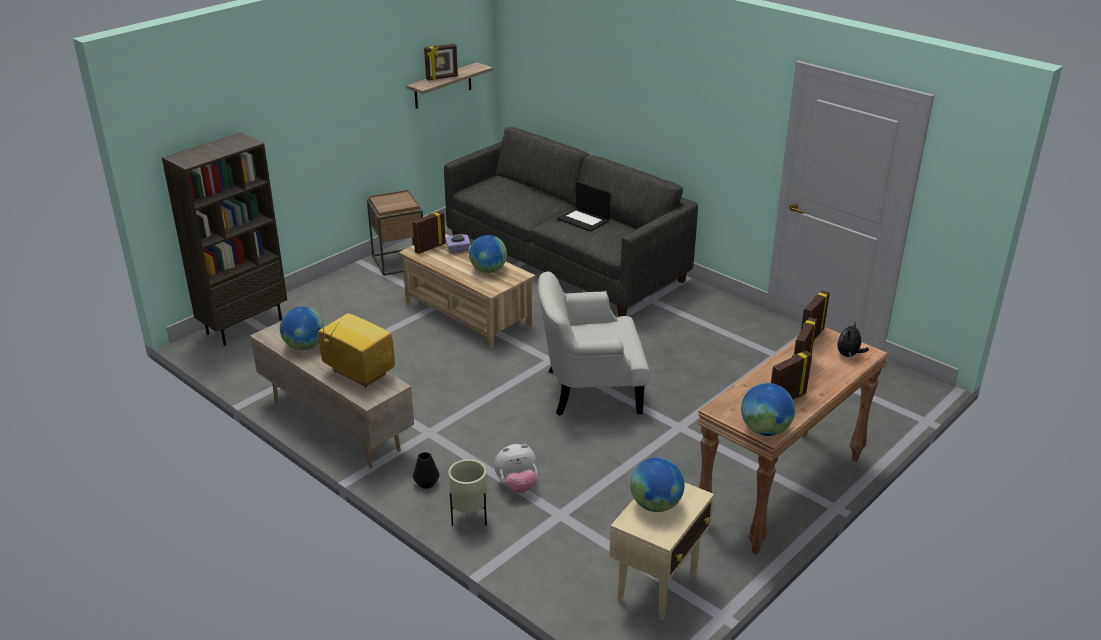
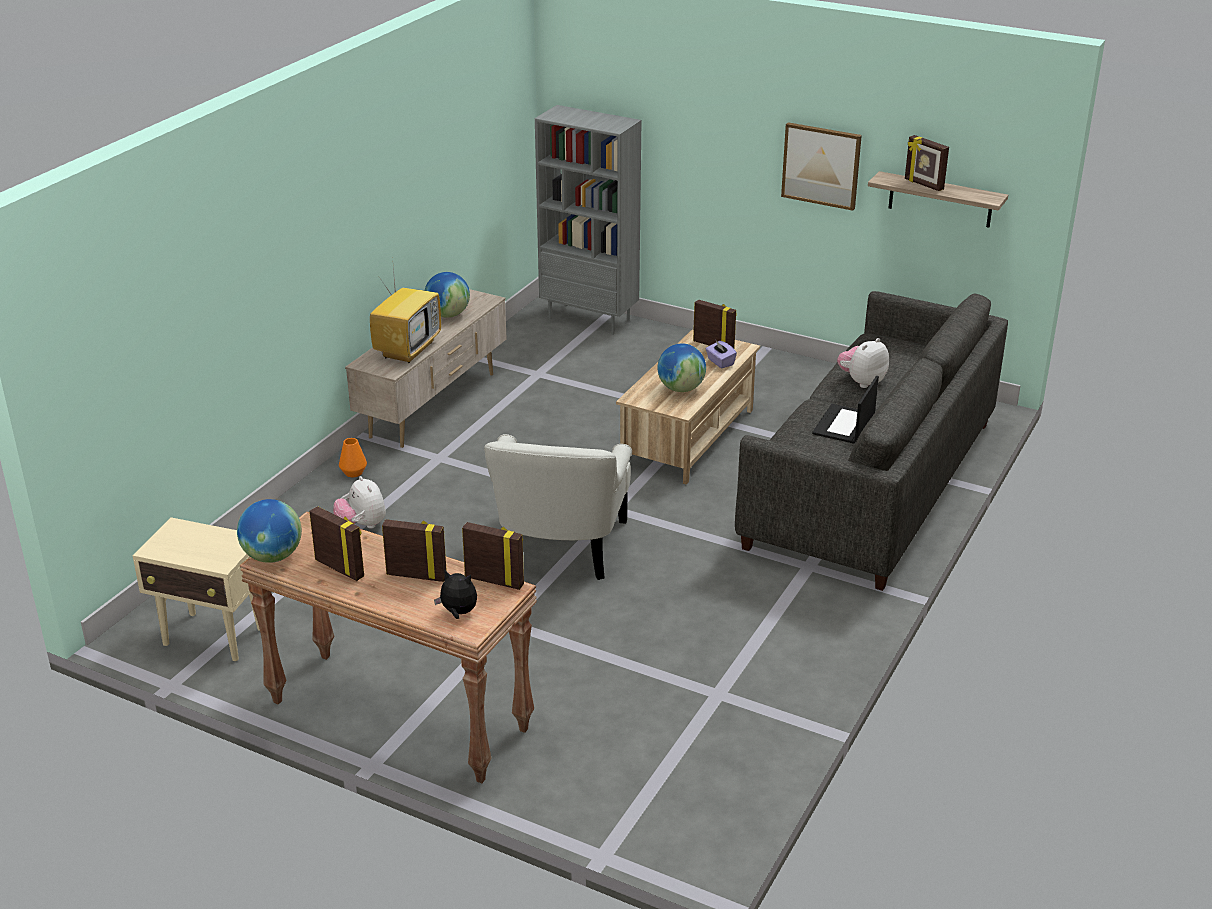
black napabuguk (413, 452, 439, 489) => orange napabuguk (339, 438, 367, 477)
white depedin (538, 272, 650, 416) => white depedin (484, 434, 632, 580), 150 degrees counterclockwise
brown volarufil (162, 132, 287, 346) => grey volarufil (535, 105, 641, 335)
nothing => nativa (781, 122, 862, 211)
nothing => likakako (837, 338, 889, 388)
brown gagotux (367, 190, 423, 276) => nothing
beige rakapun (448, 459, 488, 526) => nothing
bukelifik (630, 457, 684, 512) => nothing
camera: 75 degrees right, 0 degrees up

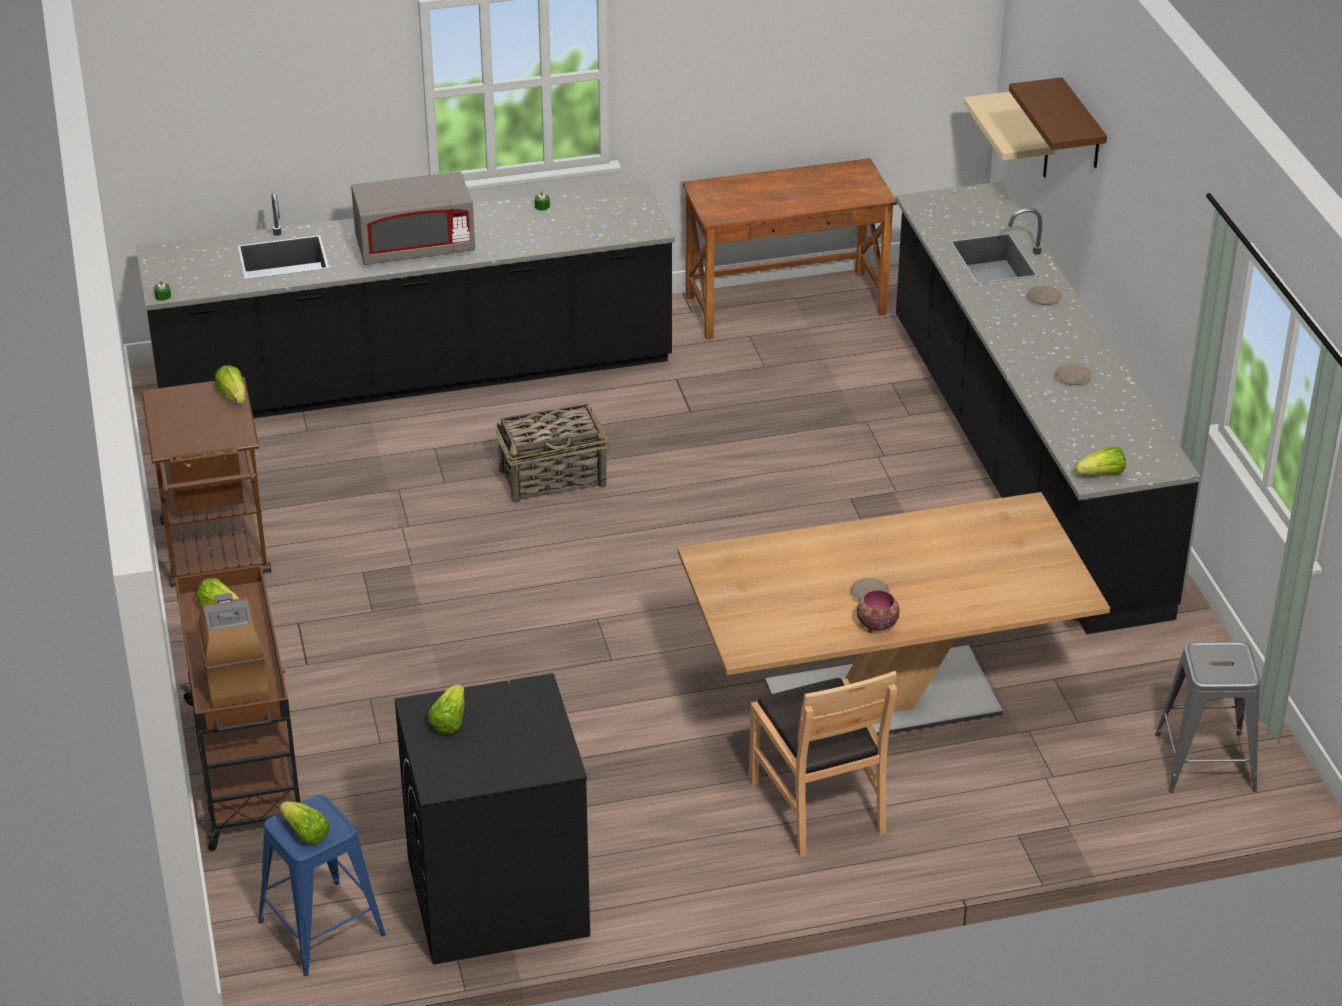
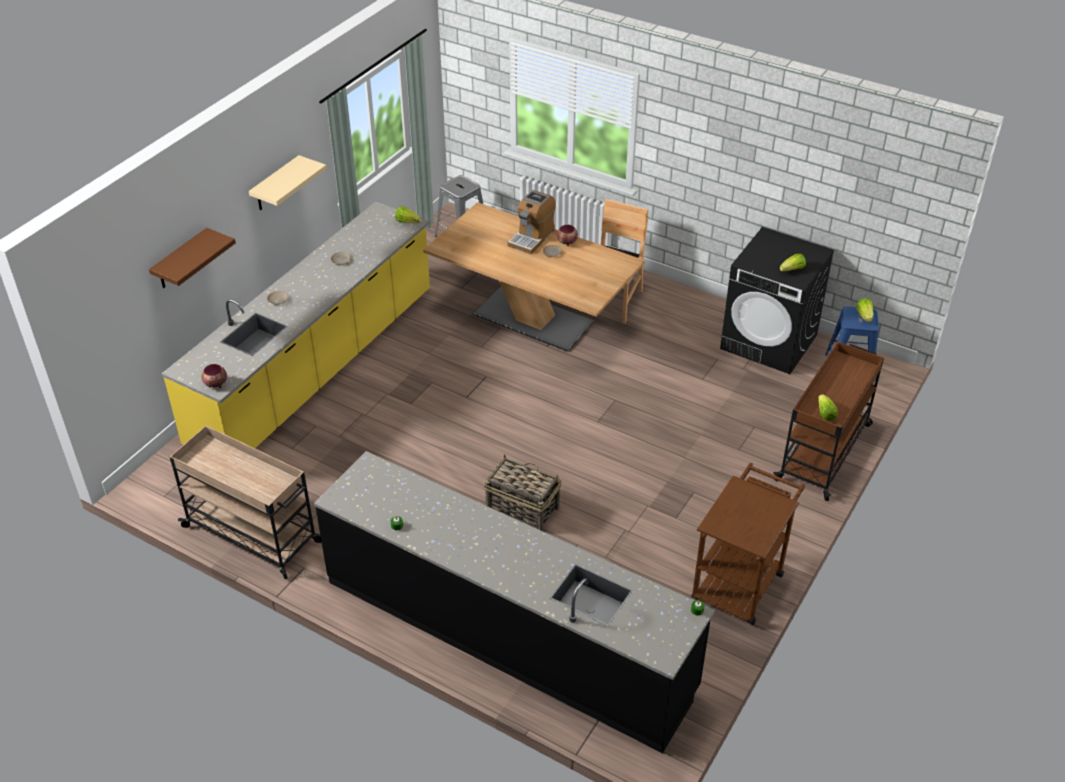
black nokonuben (895, 182, 1201, 634) => yellow nokonuben (161, 202, 430, 448)
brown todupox (682, 158, 897, 340) => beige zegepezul (170, 425, 321, 579)
nothing => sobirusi (202, 364, 227, 388)
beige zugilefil (963, 92, 1055, 178) => beige zugilefil (249, 155, 327, 210), shifted
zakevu (199, 593, 270, 708) => zakevu (508, 190, 556, 254), shifted
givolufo (215, 365, 245, 404) => nothing
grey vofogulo (351, 172, 475, 265) => nothing
camera: 135 degrees left, 5 degrees up

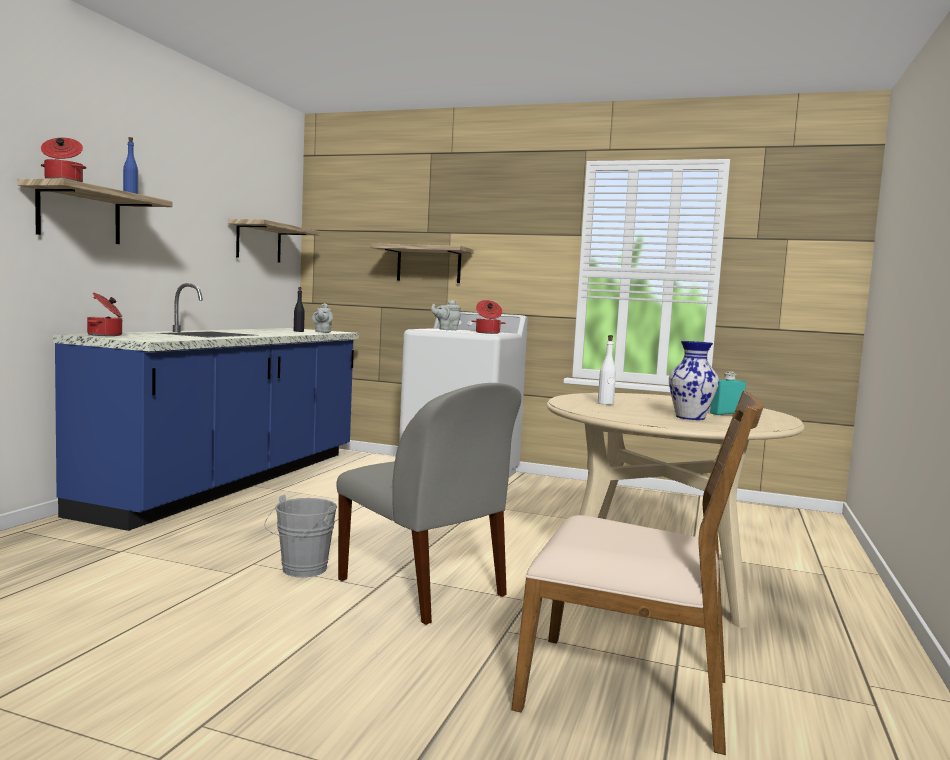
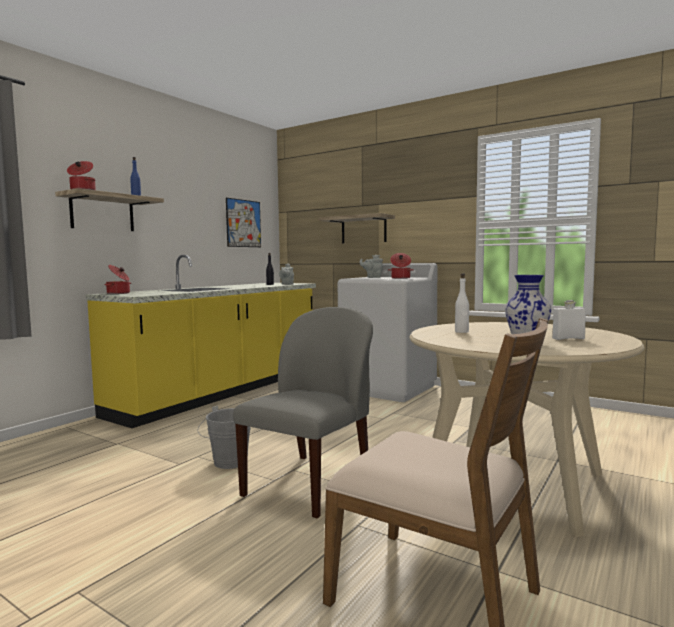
blue nokonuben (53, 283, 359, 531) => yellow nokonuben (86, 255, 316, 428)
zugilefil (228, 219, 320, 263) => nativa (226, 198, 261, 247)
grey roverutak (336, 383, 521, 625) => grey roverutak (233, 307, 373, 519), 120 degrees counterclockwise
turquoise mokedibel (710, 371, 746, 415) => white mokedibel (552, 300, 586, 340)
camera: 15 degrees right, 0 degrees up

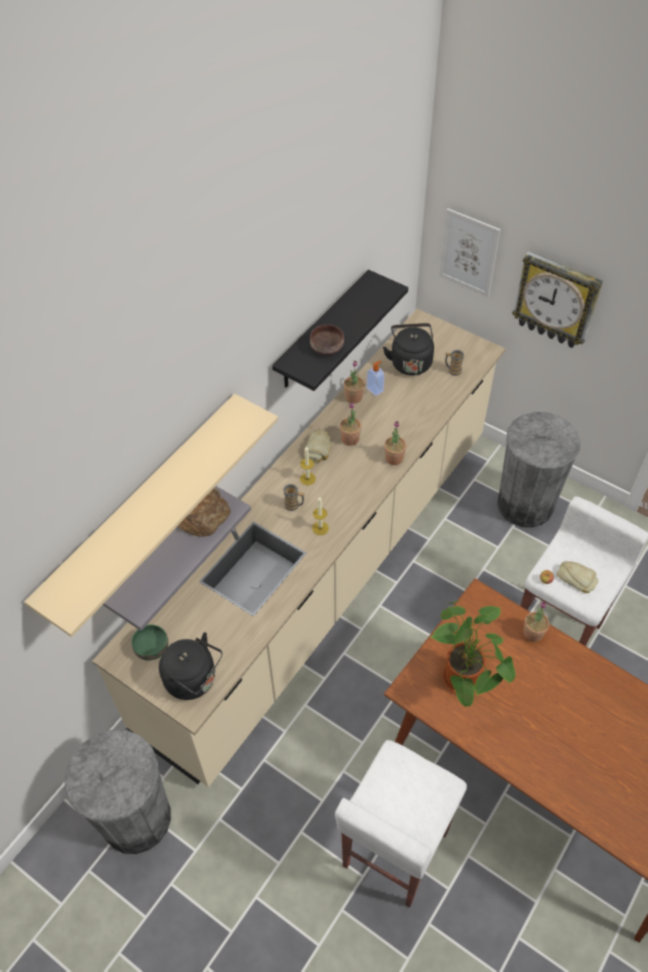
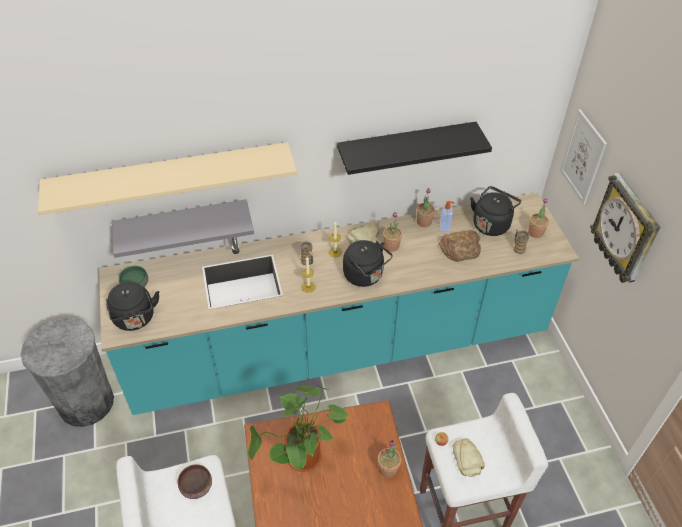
beige nokonuben (92, 309, 506, 787) => turquoise nokonuben (99, 193, 579, 415)
brown sobirusi (310, 325, 344, 355) => brown sobirusi (178, 464, 212, 499), shifted
nothing => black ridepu (343, 240, 393, 287)
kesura (177, 488, 231, 537) => kesura (439, 230, 481, 262), shifted
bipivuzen (384, 421, 406, 465) => bipivuzen (528, 198, 549, 238), shifted
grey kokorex (497, 412, 581, 528) => nothing
camera: 40 degrees right, 5 degrees down

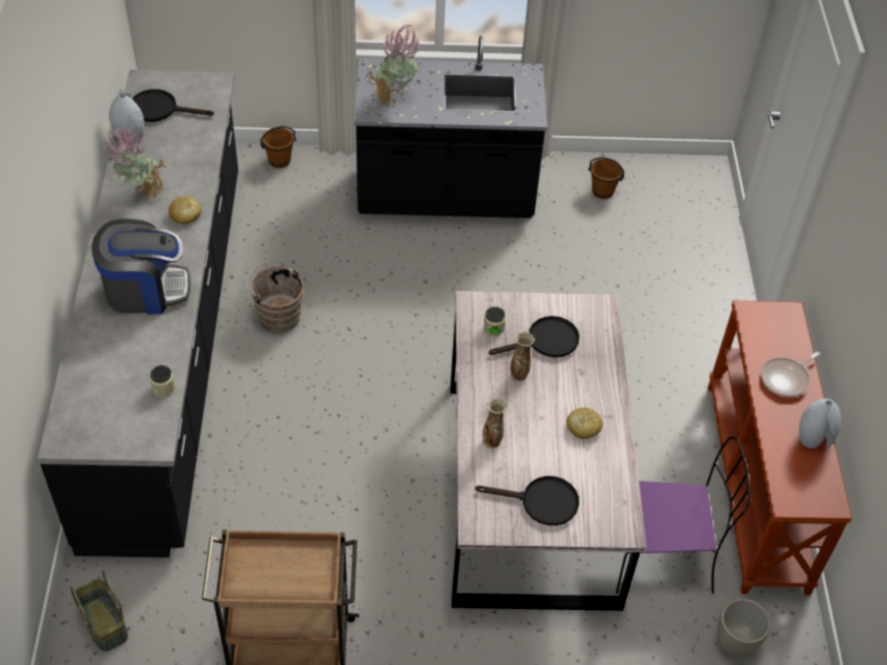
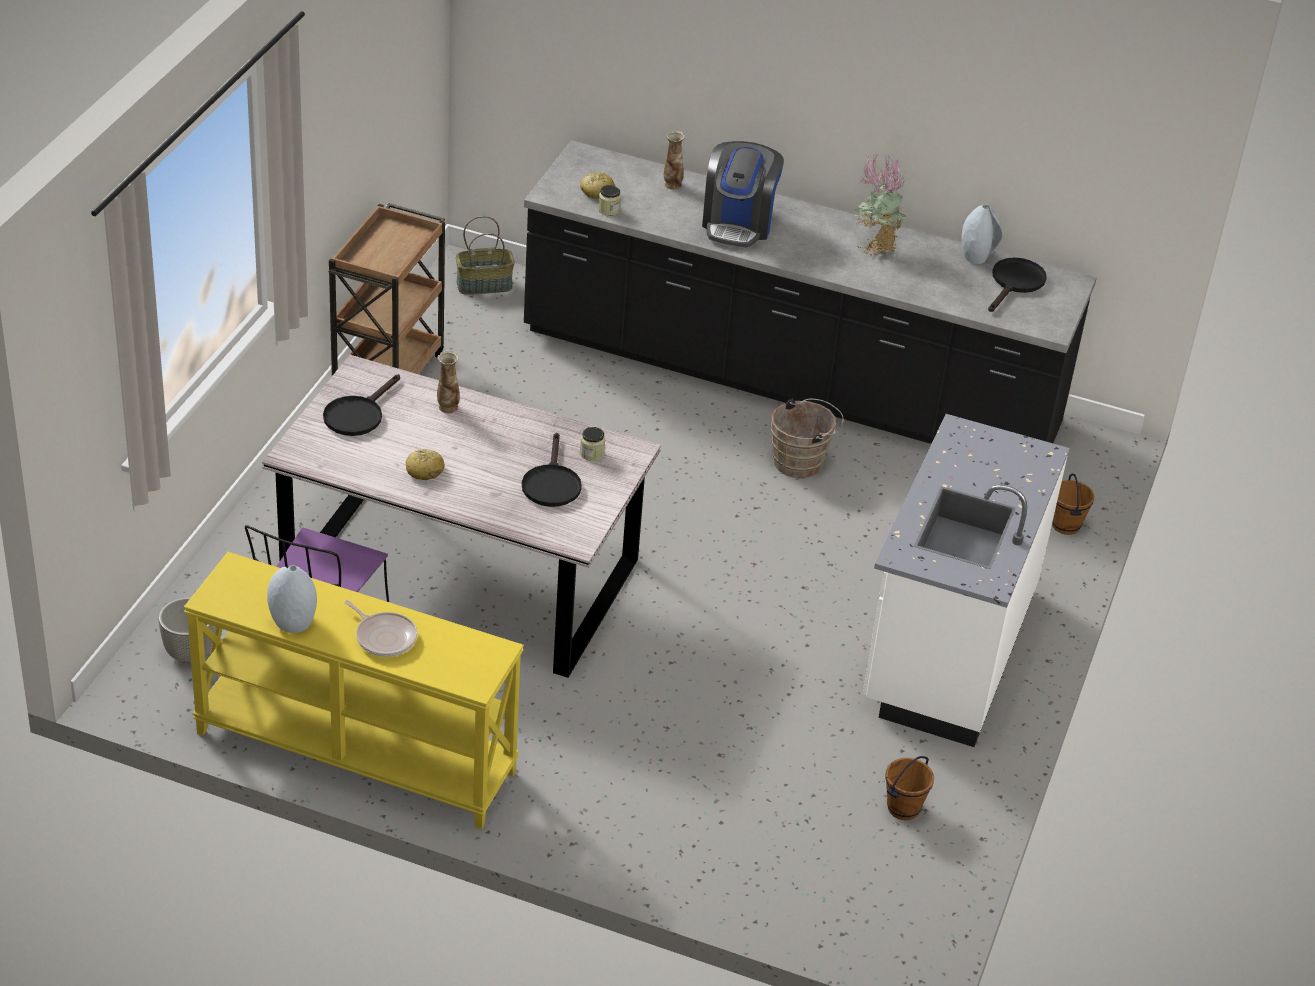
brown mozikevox (708, 301, 852, 595) => yellow mozikevox (184, 552, 524, 829)
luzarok (761, 352, 820, 397) => luzarok (344, 600, 417, 657), 150 degrees clockwise
kesura (168, 196, 201, 225) => kesura (580, 172, 615, 199), shifted
napabuguk (510, 331, 535, 381) => napabuguk (664, 131, 685, 190), shifted
black nokonuben (355, 35, 547, 218) => white nokonuben (863, 414, 1069, 747)
bipivuzen (367, 25, 419, 107) => nothing
camera: 110 degrees right, 10 degrees down

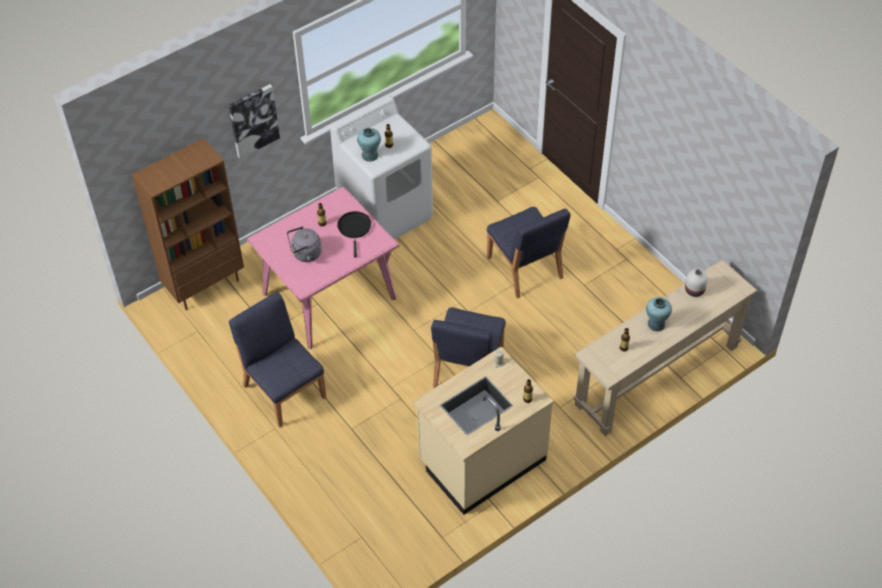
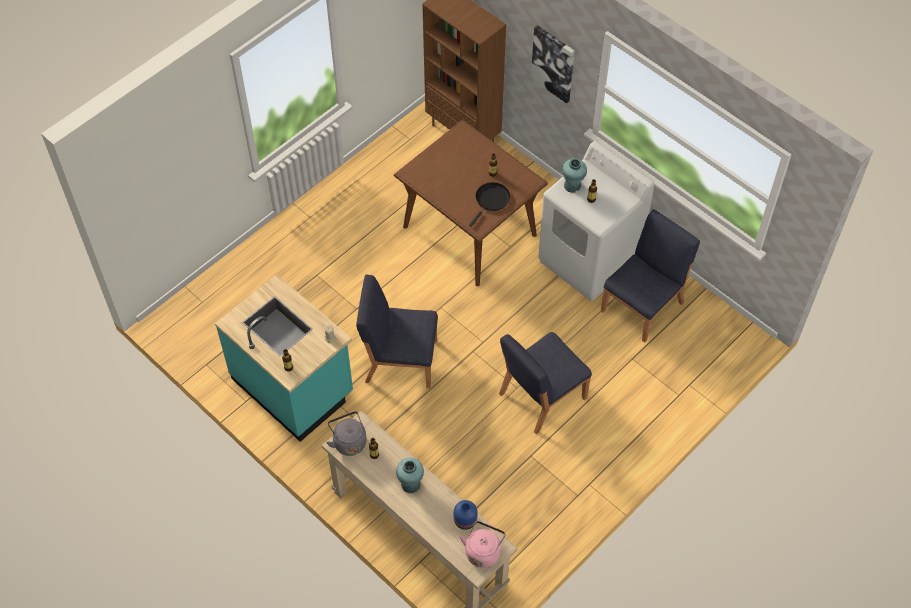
beige nokonuben (413, 347, 554, 515) => turquoise nokonuben (215, 274, 353, 442)
grey ridepu (287, 226, 322, 262) => grey ridepu (326, 411, 367, 456), shifted
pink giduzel (247, 186, 399, 349) => brown giduzel (394, 120, 548, 286)
white napabuguk (685, 269, 708, 297) => blue napabuguk (454, 500, 477, 530)
nothing => pink ridepu (460, 521, 505, 568)
black luzarok (337, 211, 371, 257) => black luzarok (469, 182, 510, 227), 45 degrees counterclockwise
blue roverutak (229, 292, 326, 427) => blue roverutak (601, 209, 700, 343), shifted
camera: 80 degrees right, 5 degrees up

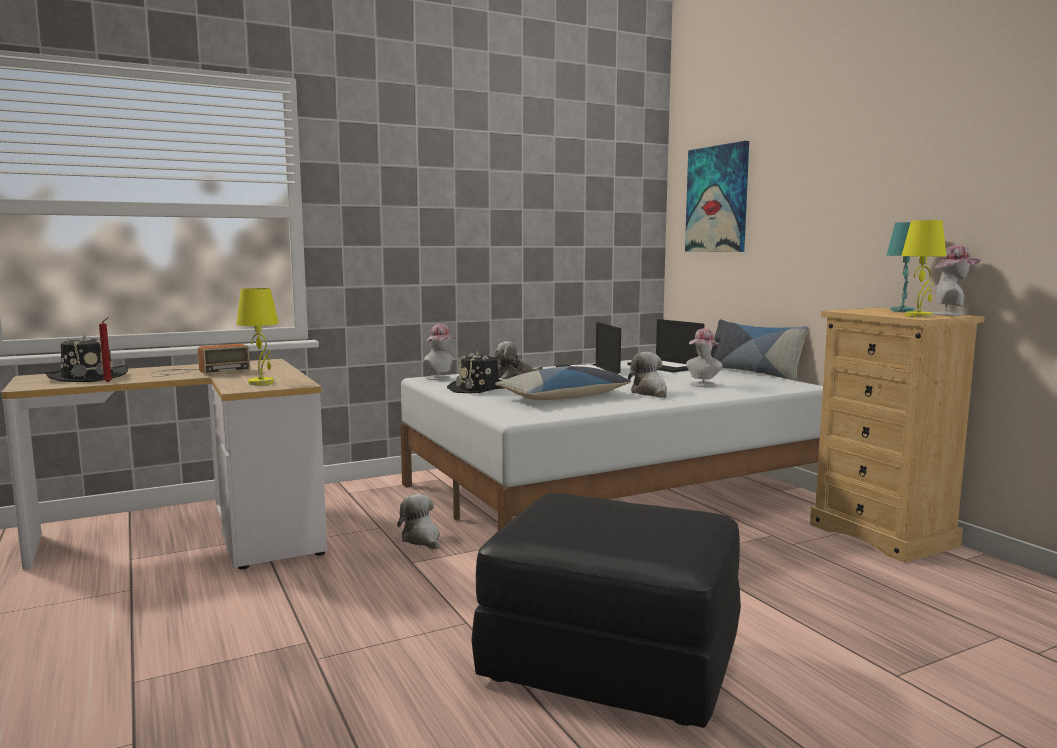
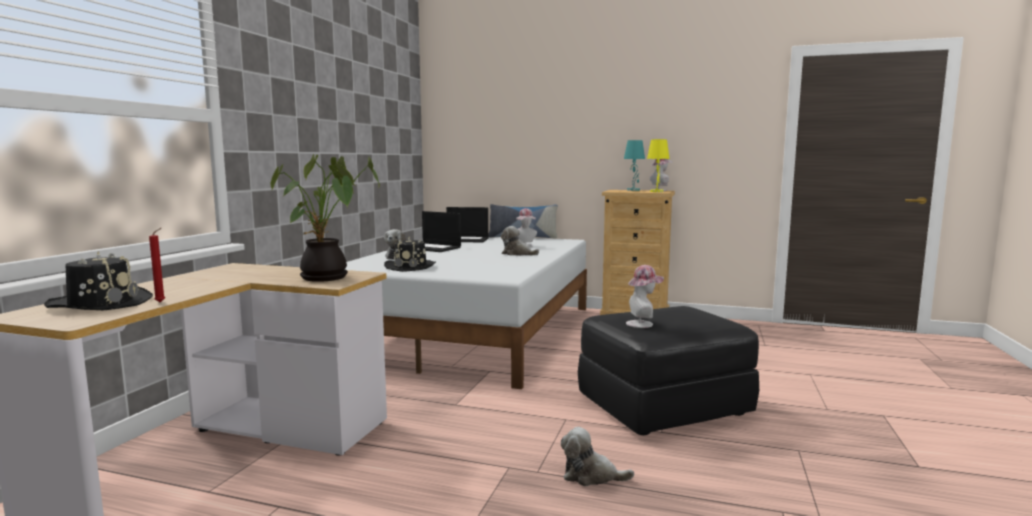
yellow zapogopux (236, 288, 279, 385) => bipivuzen (270, 154, 380, 282)
likakako (397, 494, 440, 549) => likakako (561, 427, 634, 486), shifted
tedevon (423, 324, 456, 380) => tedevon (626, 265, 664, 328), shifted
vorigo (149, 344, 250, 377) => nothing
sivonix (495, 366, 631, 400) => nothing
nativa (685, 141, 749, 252) => nothing
camera: 45 degrees left, 0 degrees up

